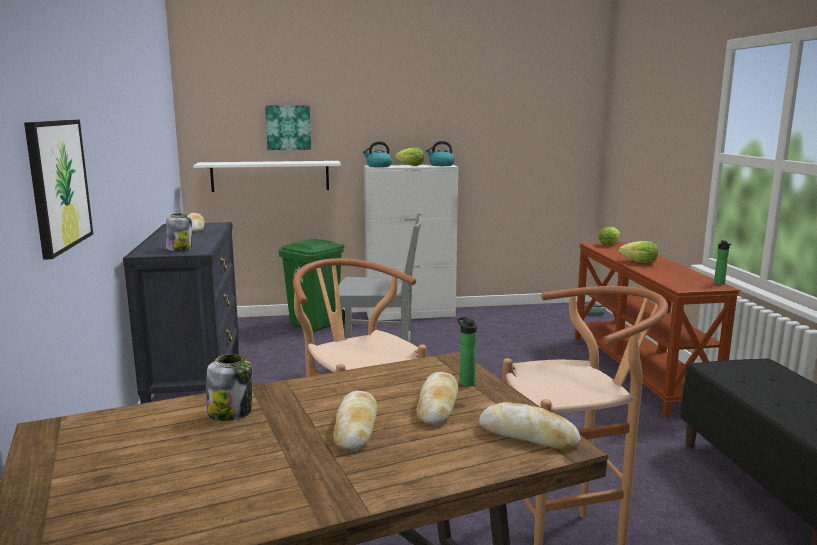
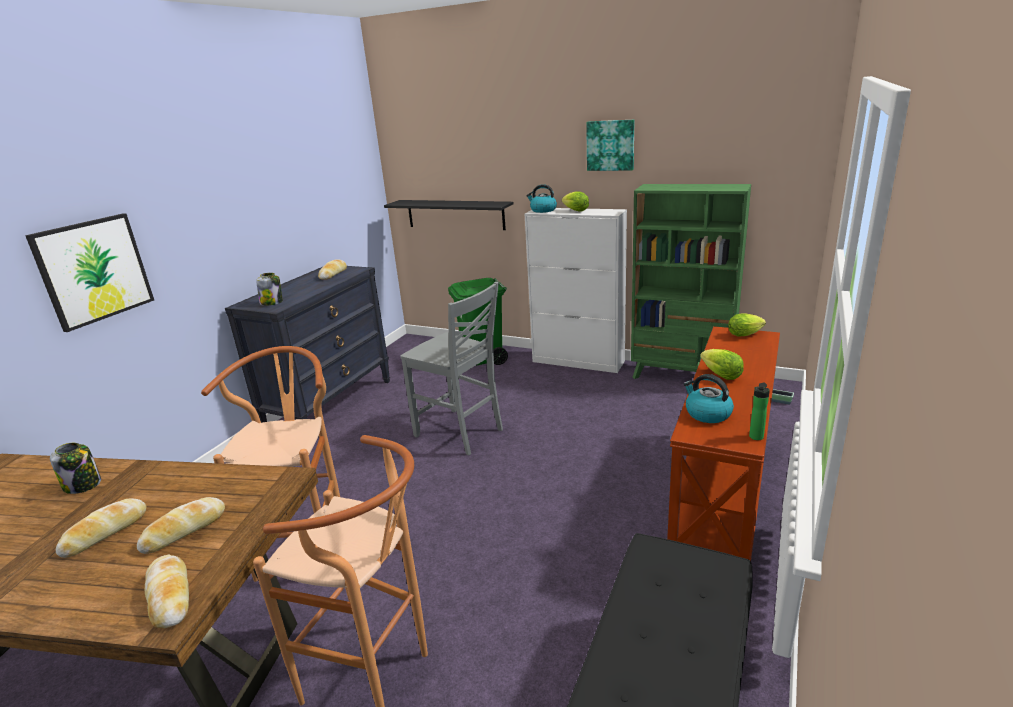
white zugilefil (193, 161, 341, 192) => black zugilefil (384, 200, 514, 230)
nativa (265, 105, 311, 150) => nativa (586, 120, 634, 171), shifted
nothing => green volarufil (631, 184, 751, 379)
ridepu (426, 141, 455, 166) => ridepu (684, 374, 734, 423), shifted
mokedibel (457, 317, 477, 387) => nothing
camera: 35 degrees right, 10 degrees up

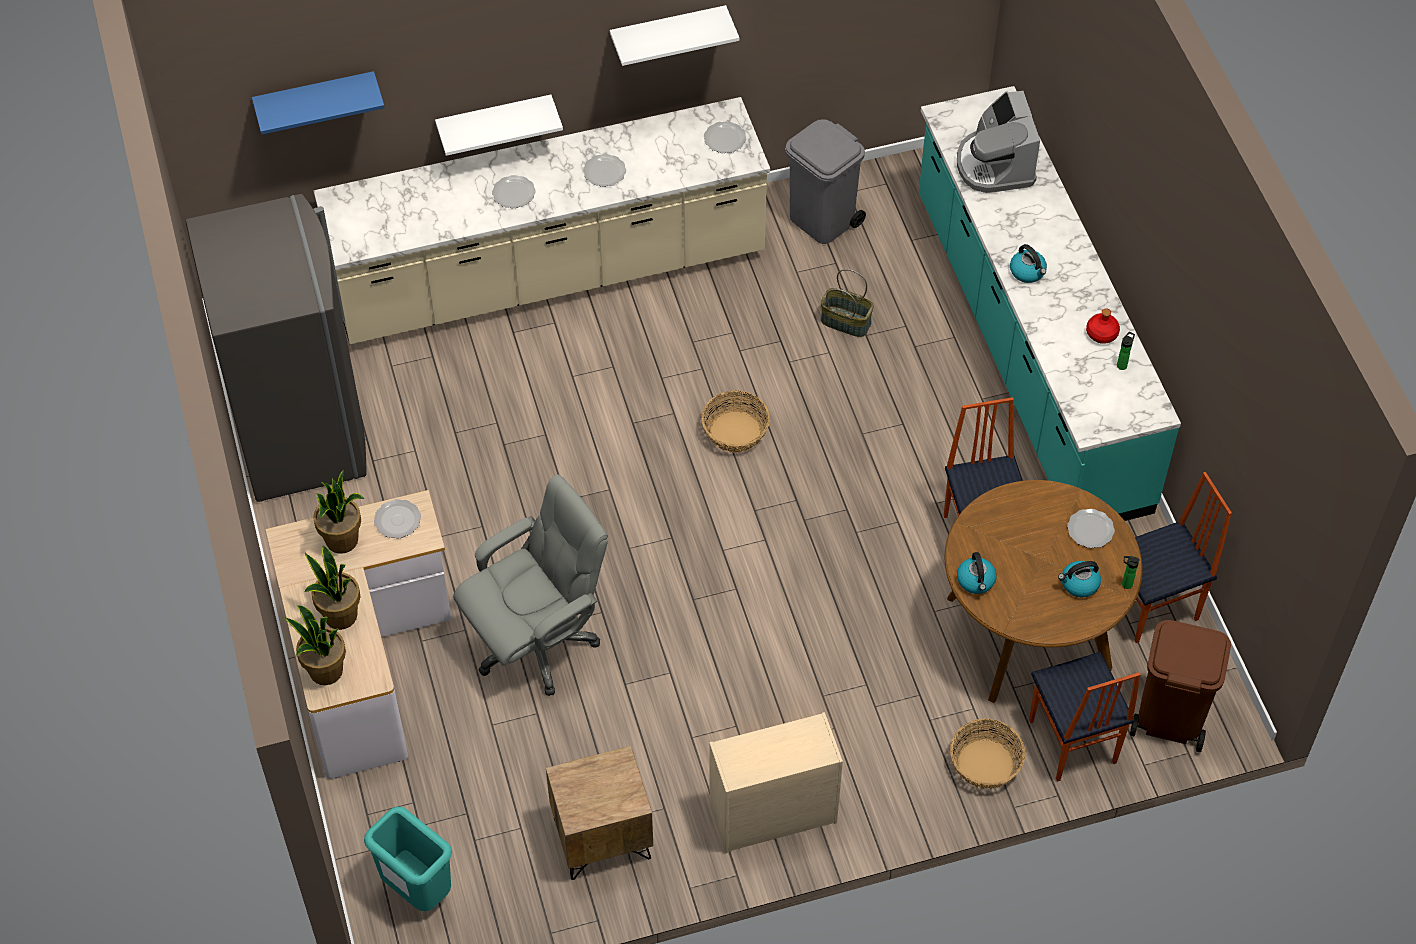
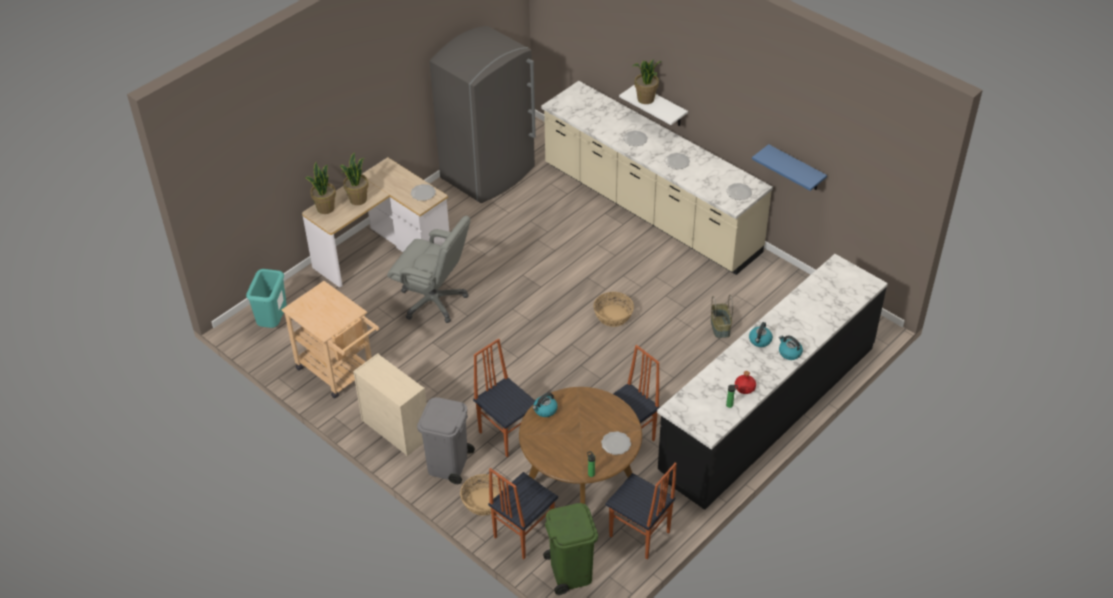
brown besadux (546, 746, 653, 880) => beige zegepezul (282, 281, 379, 398)
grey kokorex (785, 119, 866, 244) => grey kokorex (417, 397, 475, 484), shifted
nothing => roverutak (473, 339, 535, 457)
brown kokorex (1130, 620, 1231, 752) => green kokorex (543, 503, 598, 595)
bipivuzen (313, 470, 364, 554) => bipivuzen (632, 59, 662, 104), shifted
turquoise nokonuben (919, 86, 1181, 521) => black nokonuben (657, 254, 888, 510)
blue zugilefil (252, 71, 385, 135) => blue zugilefil (752, 144, 827, 191), shifted
ridepu (1058, 561, 1101, 598) => ridepu (779, 335, 803, 360), shifted
white zugilefil (610, 5, 739, 66) => nothing
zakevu (957, 91, 1040, 193) => nothing
camera: 60 degrees right, 10 degrees down

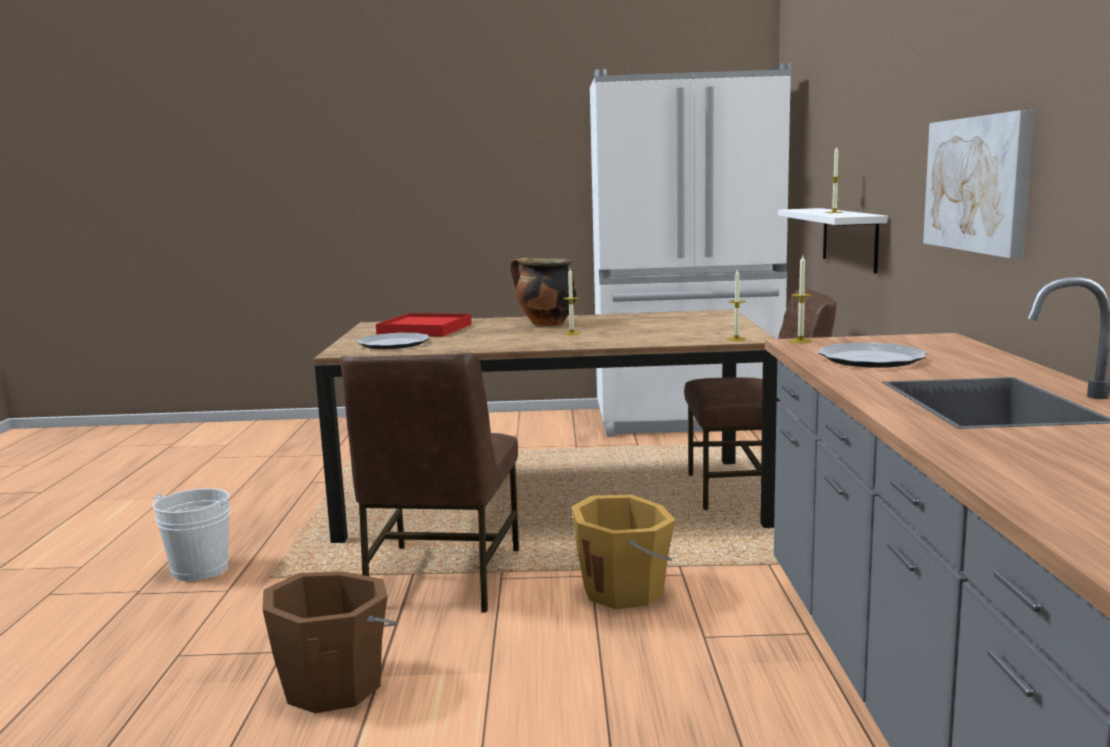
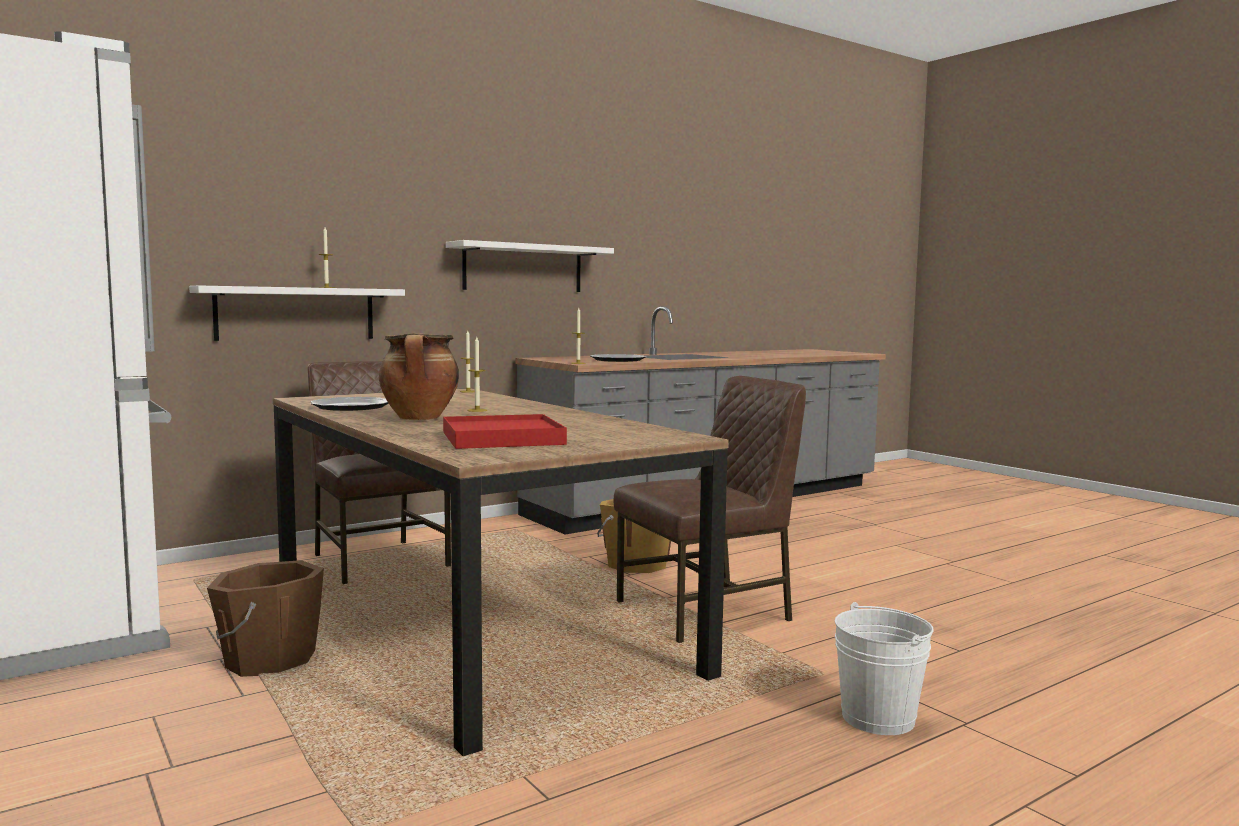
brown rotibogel (262, 571, 396, 713) => brown rotibogel (207, 560, 324, 677), shifted
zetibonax (357, 333, 430, 349) => zetibonax (310, 397, 389, 411), shifted
nativa (923, 110, 1034, 258) => white zugilefil (446, 240, 614, 292)
camera: 125 degrees left, 5 degrees down

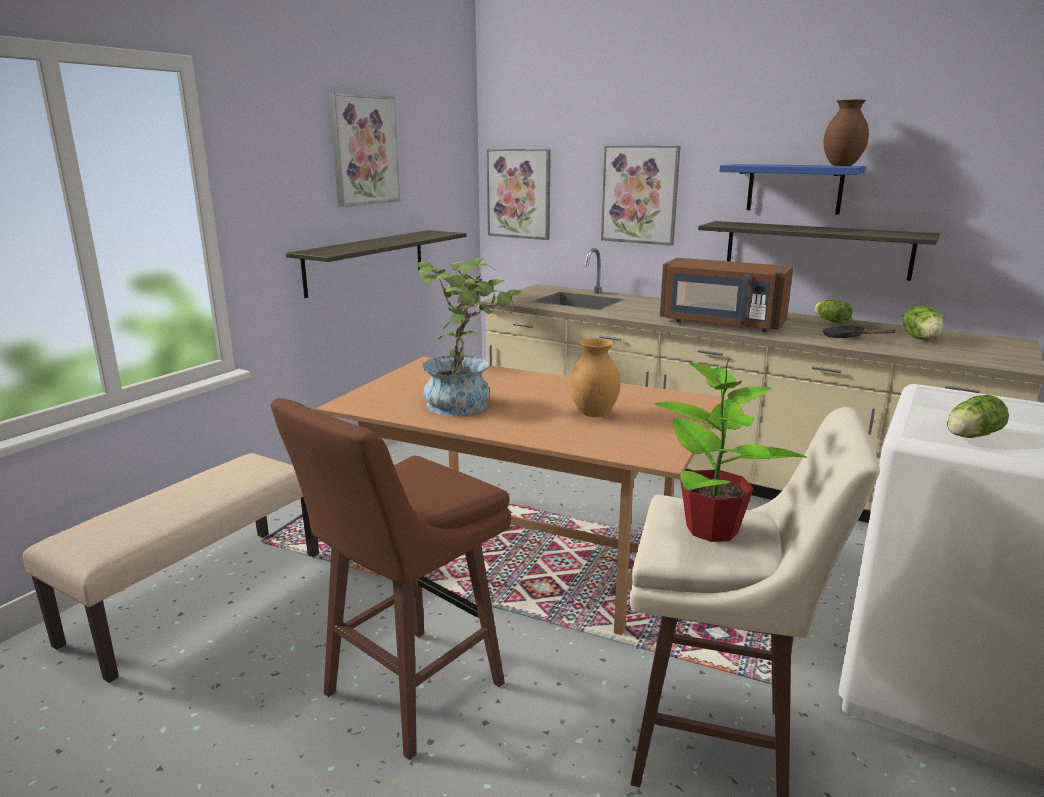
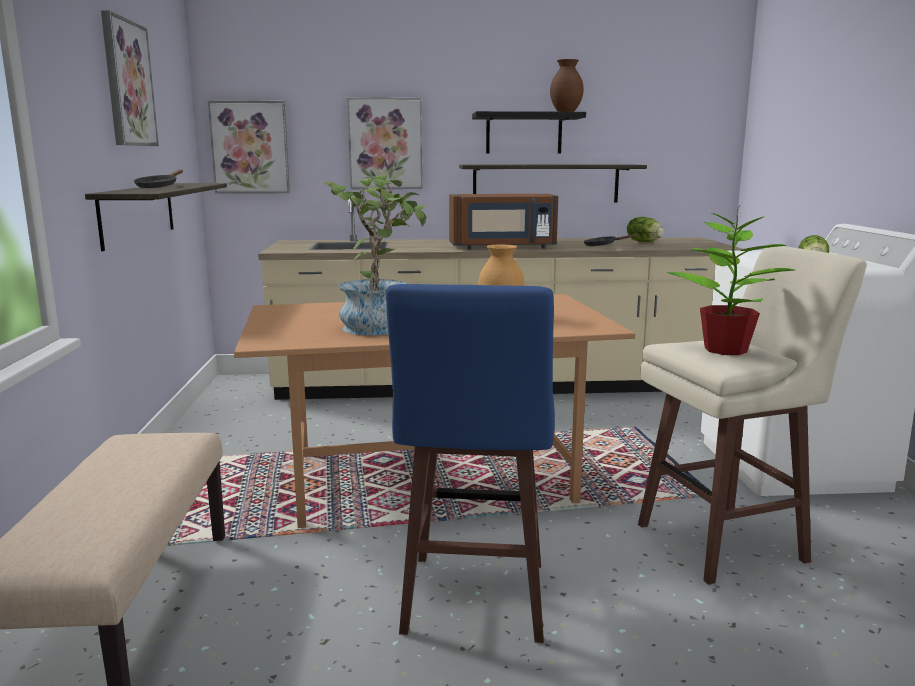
nothing => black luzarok (134, 170, 183, 188)
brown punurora (271, 398, 511, 760) => blue punurora (386, 284, 555, 643)
blue zugilefil (720, 164, 866, 215) => black zugilefil (472, 111, 586, 154)
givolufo (814, 300, 853, 324) => nothing
camera: 35 degrees left, 5 degrees down

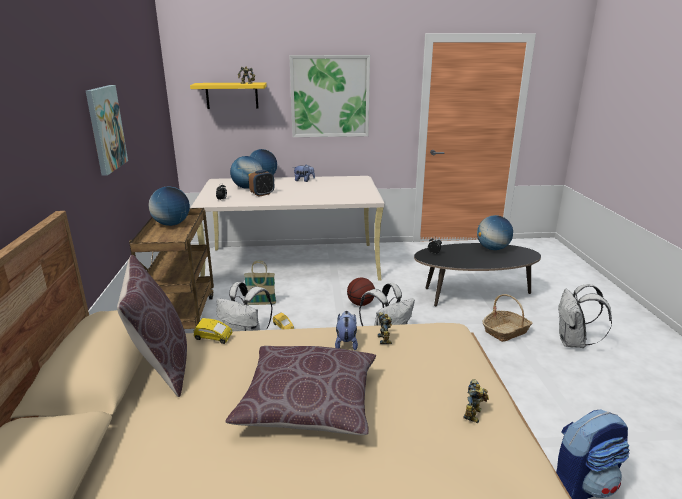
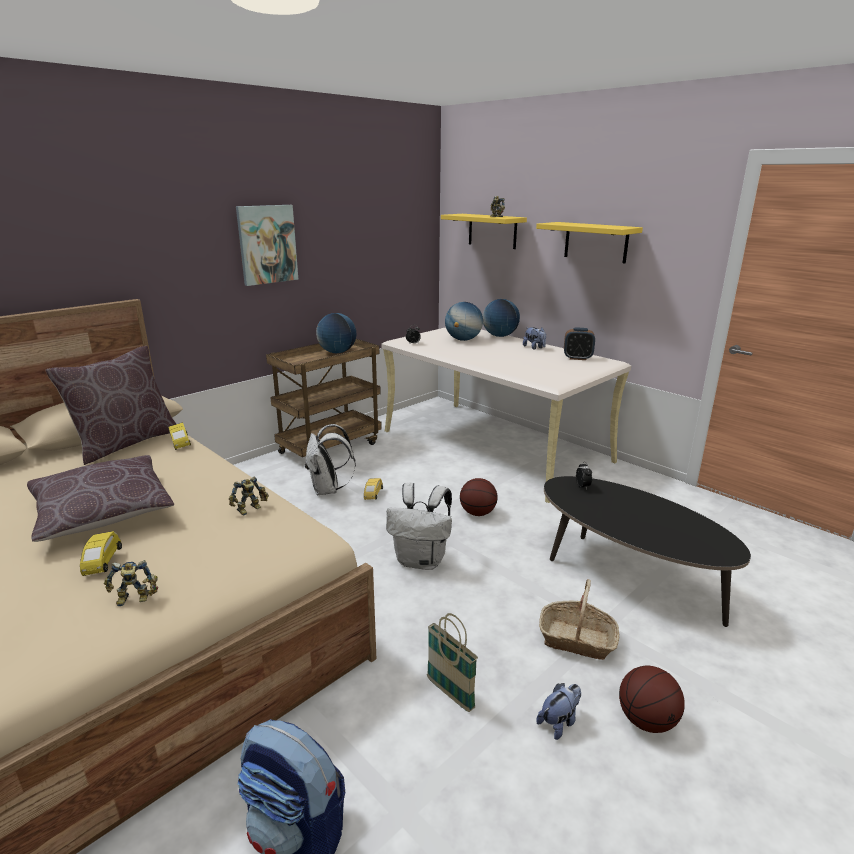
nothing => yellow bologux (80, 531, 122, 576)
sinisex (244, 260, 276, 305) => sinisex (427, 613, 478, 712), shifted
nativa (289, 55, 370, 137) => yellow zugilefil (536, 222, 643, 263)
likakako (335, 311, 358, 350) => likakako (536, 683, 581, 740), shifted
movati (249, 170, 274, 197) => movati (564, 328, 595, 360), shifted
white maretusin (558, 284, 612, 348) => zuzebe (619, 666, 685, 733)
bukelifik (477, 215, 513, 250) => nothing
camera: 50 degrees right, 0 degrees up

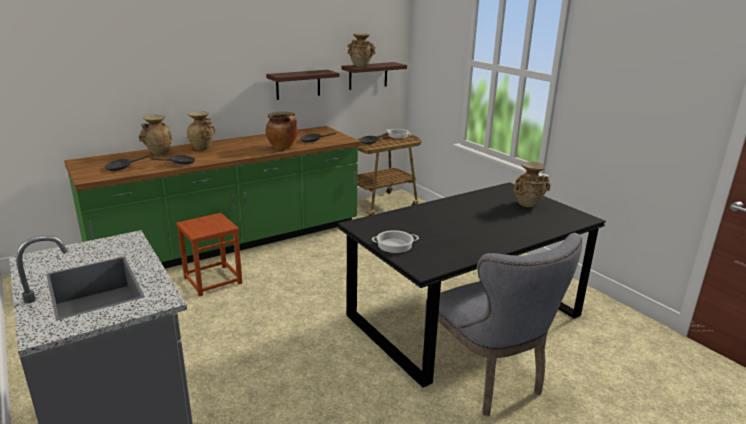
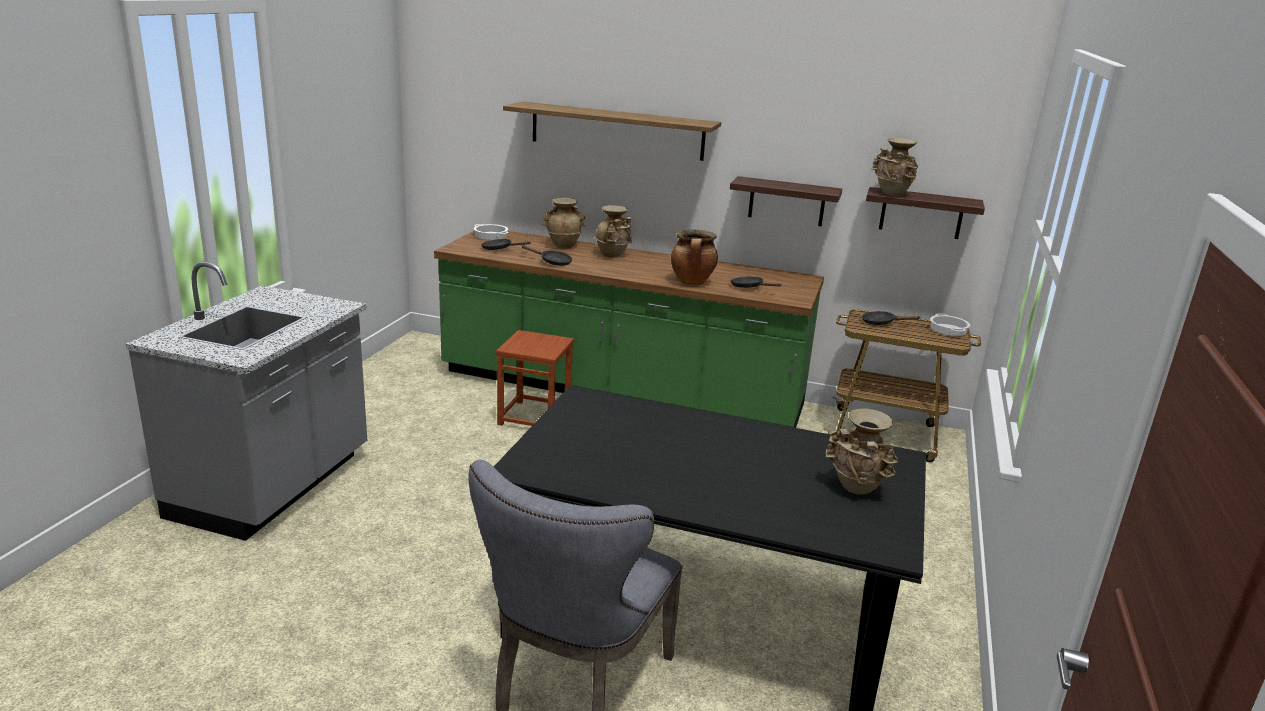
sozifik (372, 230, 419, 253) => sozifik (474, 224, 509, 240), shifted
nothing => zugilefil (503, 102, 721, 161)
camera: 50 degrees right, 0 degrees up

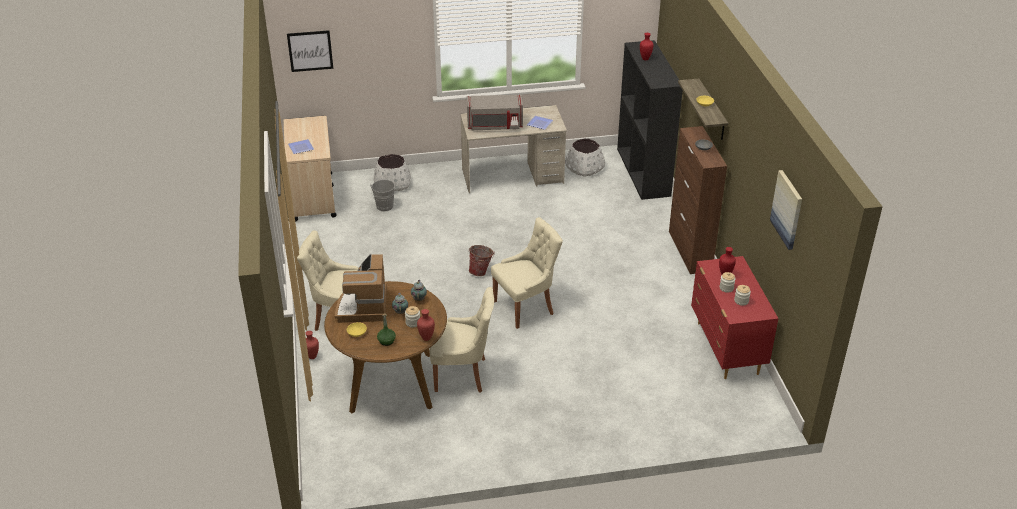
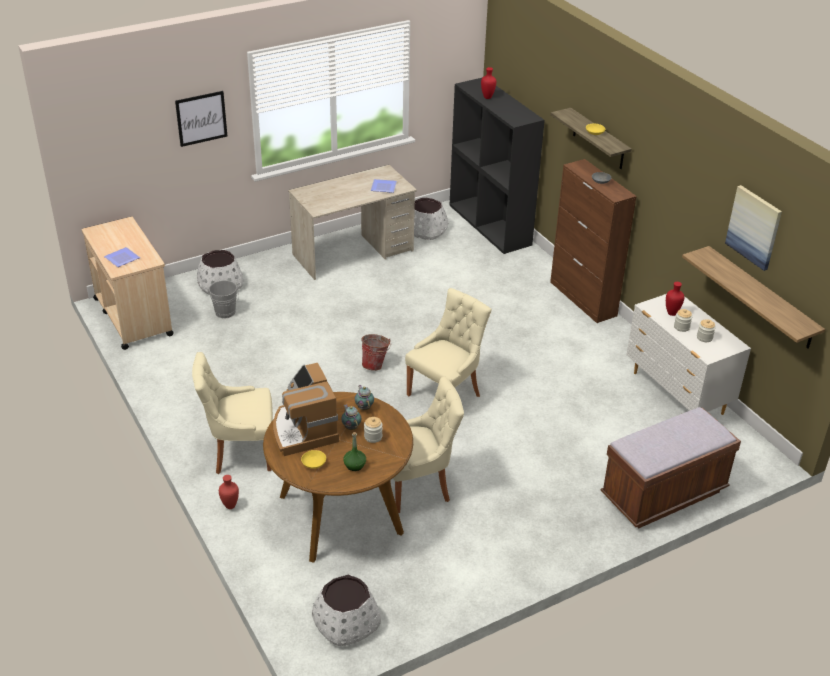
nativa (287, 30, 333, 72) => nativa (175, 91, 227, 147), shifted
nothing => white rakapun (312, 575, 381, 646)
nothing => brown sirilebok (601, 407, 741, 528)
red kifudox (691, 256, 779, 379) => white kifudox (626, 294, 751, 415)
nothing => zugilefil (682, 246, 825, 349)
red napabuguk (417, 309, 435, 341) => nothing
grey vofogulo (467, 94, 523, 130) => nothing
camera: 20 degrees left, 0 degrees up

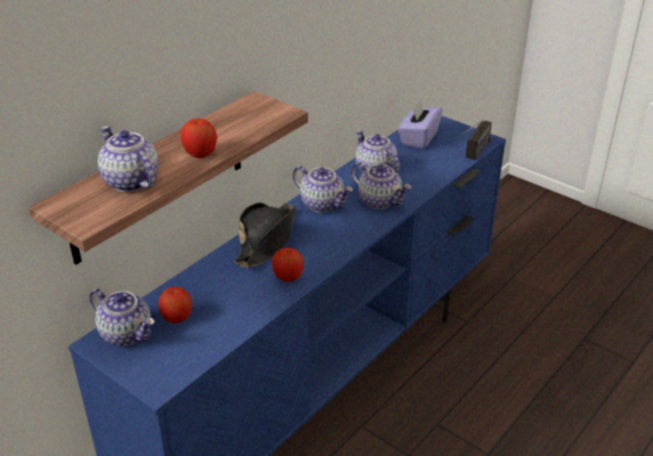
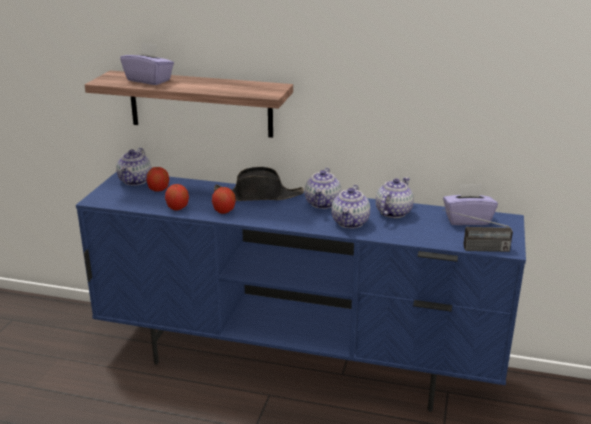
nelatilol (98, 126, 159, 192) => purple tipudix (120, 43, 174, 85)
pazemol (181, 118, 217, 158) => pazemol (165, 184, 189, 211), shifted
camera: 65 degrees right, 10 degrees down

